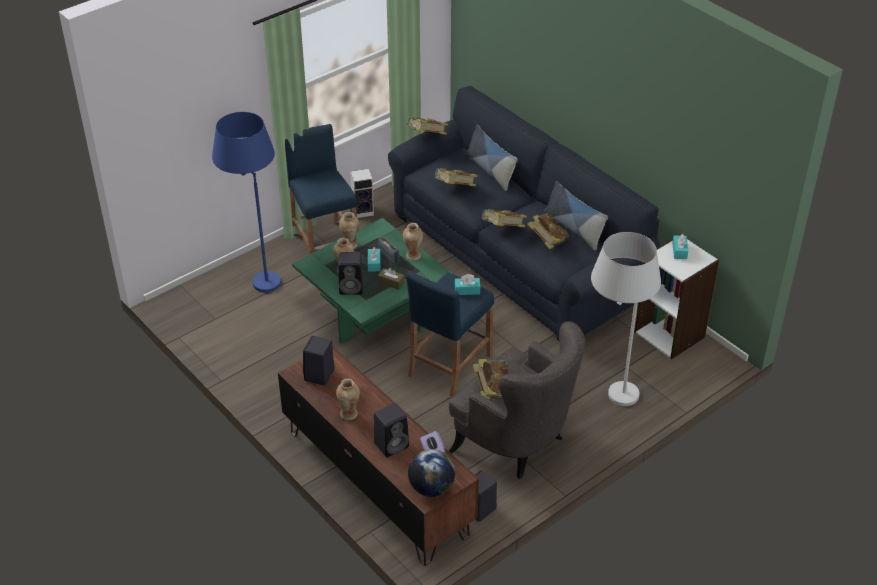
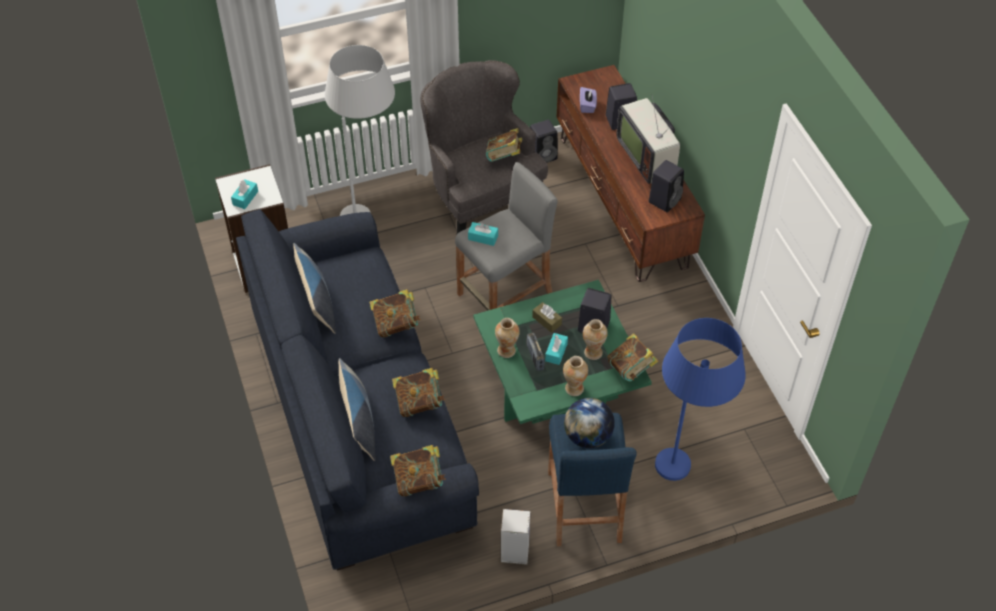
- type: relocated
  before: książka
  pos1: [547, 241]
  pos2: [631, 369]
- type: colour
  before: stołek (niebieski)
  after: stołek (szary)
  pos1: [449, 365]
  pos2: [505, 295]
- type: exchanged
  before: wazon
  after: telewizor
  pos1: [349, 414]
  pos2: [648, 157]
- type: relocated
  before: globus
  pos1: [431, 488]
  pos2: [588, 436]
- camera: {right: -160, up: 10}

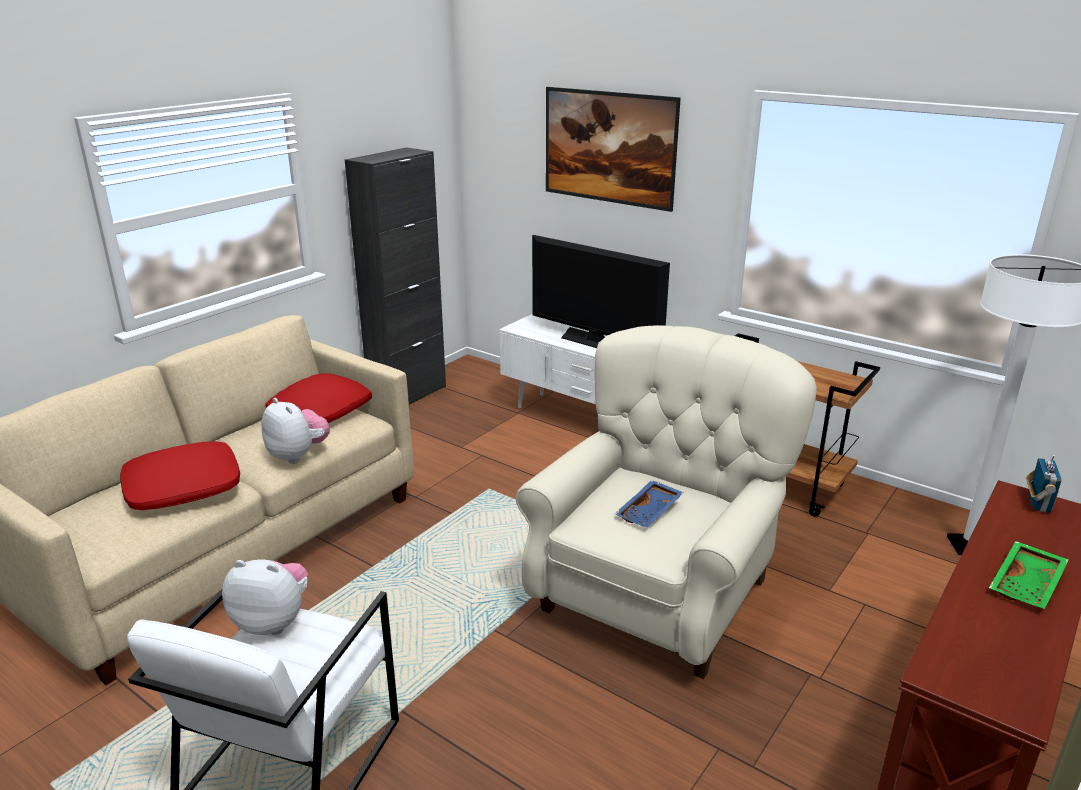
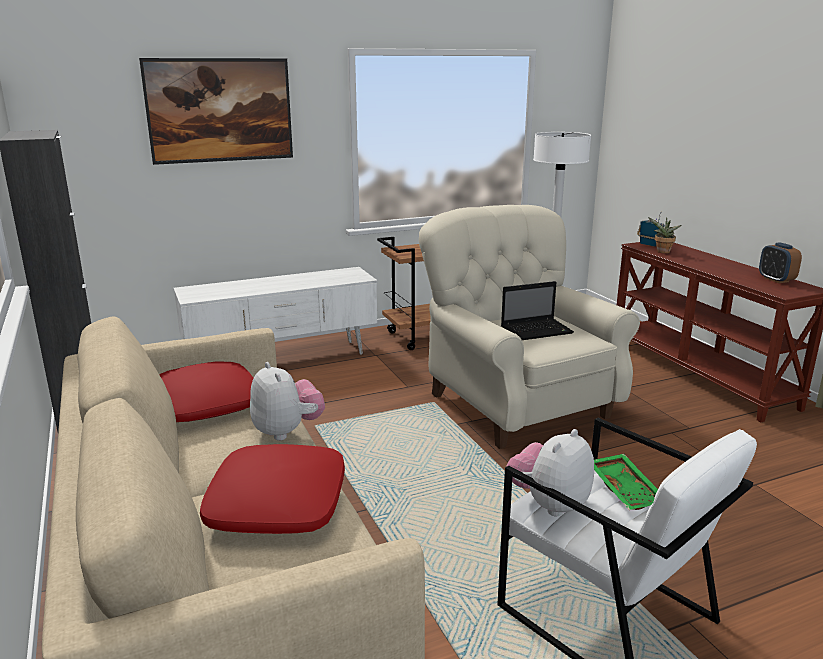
- type: missing
  before: telewizor
  pos1: [596, 341]
- type: spun
  before: pluszak
  pos1: [298, 455]
  pos2: [287, 431]
  turn: 75
- type: exchanged
  before: taca (niebieski)
  after: laptop
  pos1: [650, 512]
  pos2: [537, 330]
- type: relocated
  before: taca (zielony)
  pos1: [1028, 585]
  pos2: [626, 489]
- type: appeared
  after: roślina doniczkowa
  pos2: [662, 252]
- type: appeared
  after: budzik
  pos2: [776, 280]
- camera: {right: -60, up: -5}

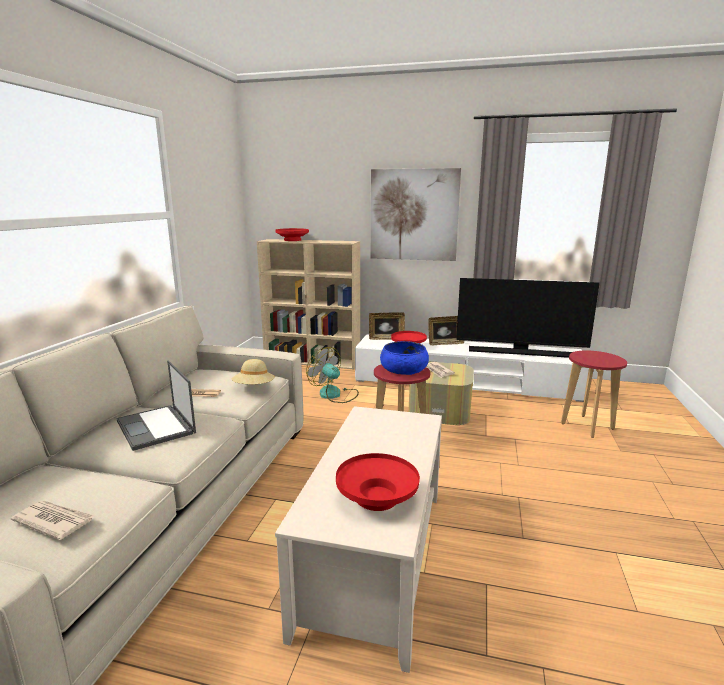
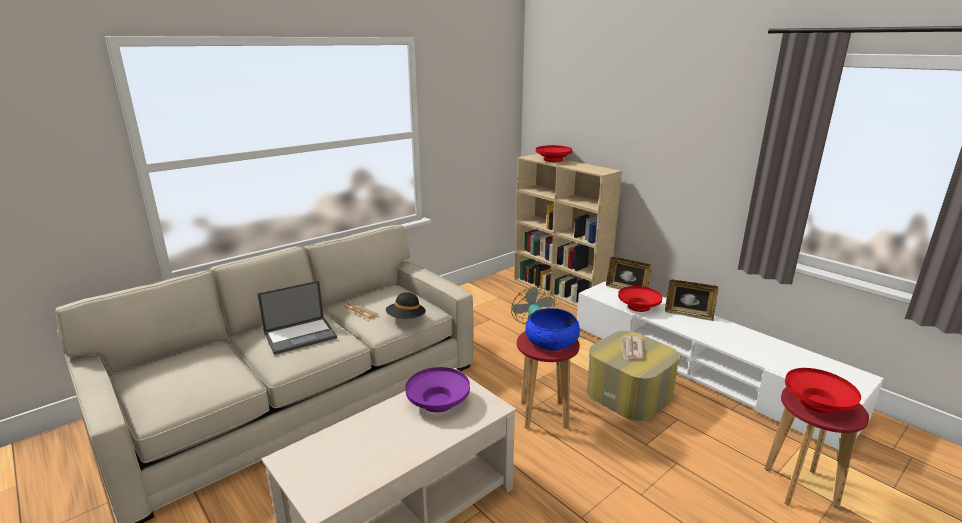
- type: missing
  before: obraz
  pos1: [414, 215]
- type: missing
  before: telewizor
  pos1: [520, 352]
- type: colour
  before: kapelusz (beżowy)
  after: kapelusz (czarny)
  pos1: [254, 388]
  pos2: [406, 319]
- type: spun
  before: laptop
  pos1: [156, 427]
  pos2: [301, 335]
  turn: -120
- type: relocated
  before: miska (czerwony)
  pos1: [377, 498]
  pos2: [817, 403]
- type: missing
  before: gazeta
  pos1: [54, 521]
- type: appeared
  after: miska (fioletowy)
  pos2: [438, 402]
- camera: {right: 35, up: 5}

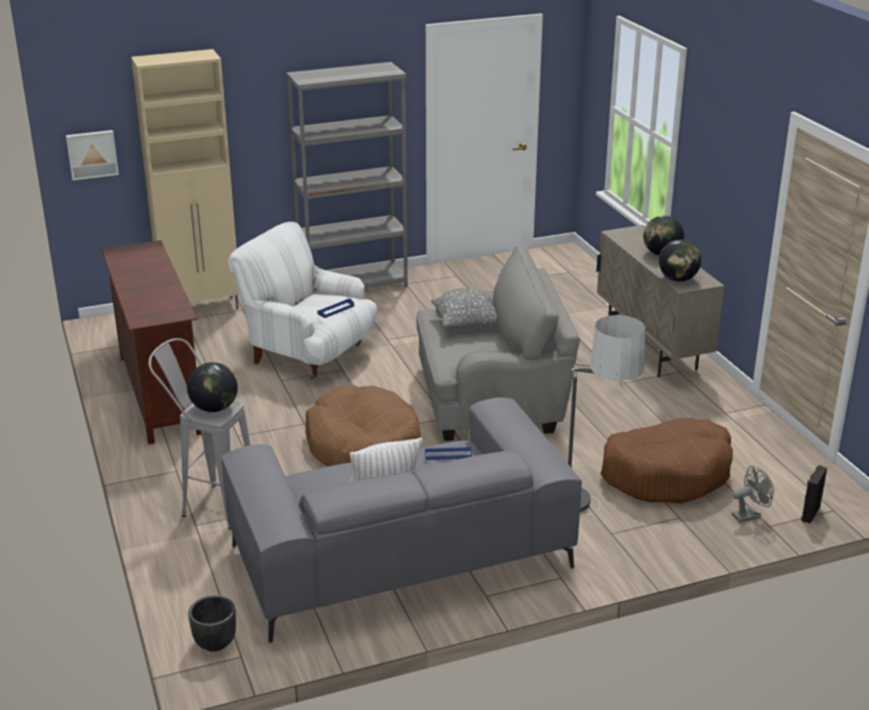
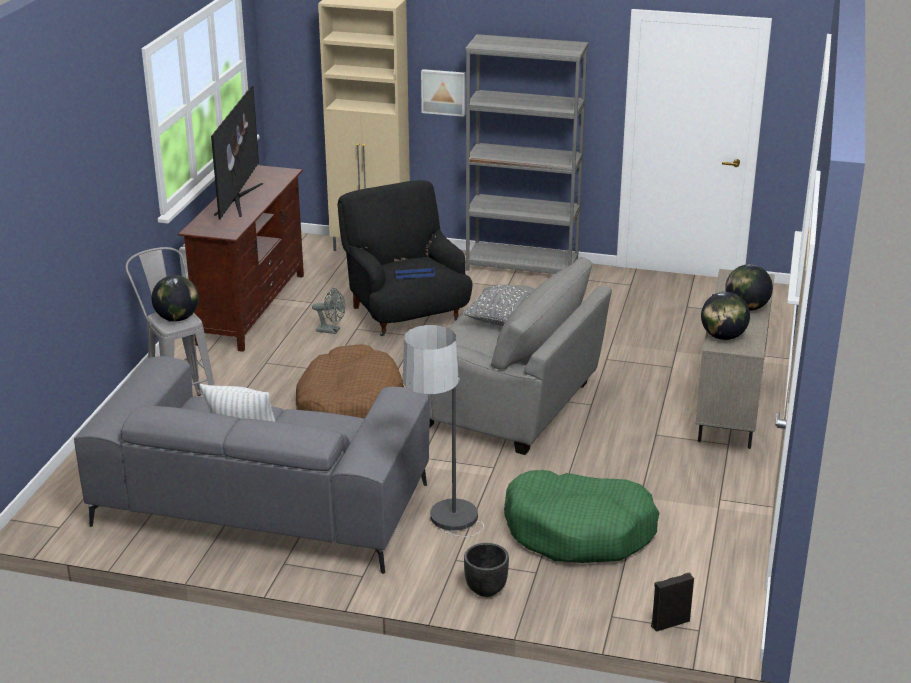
- type: relocated
  before: obraz
  pos1: [92, 154]
  pos2: [443, 92]
- type: colour
  before: fotel (biały)
  after: fotel (czarny)
  pos1: [308, 354]
  pos2: [405, 314]
- type: colour
  before: legowisko (brązowy)
  after: legowisko (zielony)
  pos1: [667, 474]
  pos2: [579, 531]
- type: missing
  before: taca (niebieski)
  pos1: [448, 455]
- type: relocated
  before: wentylator (szary)
  pos1: [749, 515]
  pos2: [331, 330]
- type: relocated
  before: donica (czarny)
  pos1: [215, 643]
  pos2: [485, 589]
- type: appeared
  after: telewizor
  pos2: [238, 199]
- camera: {right: 35, up: 0}

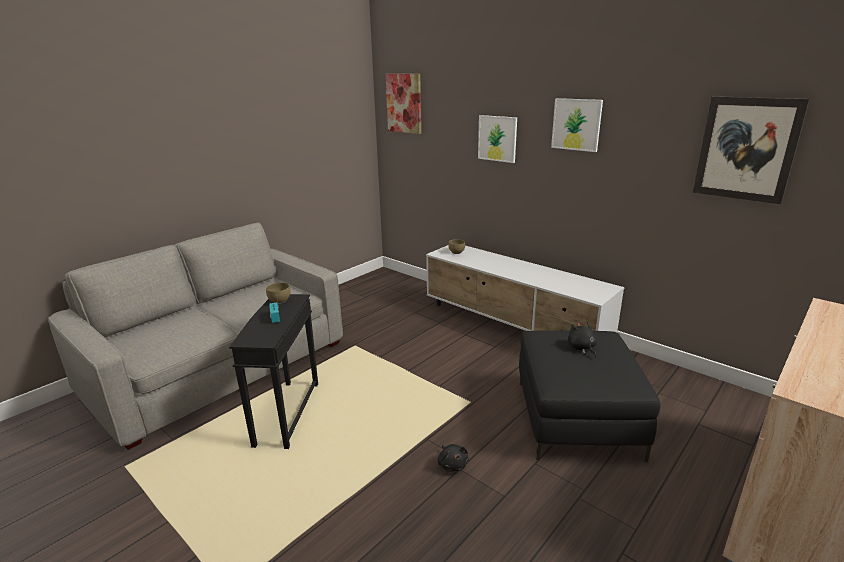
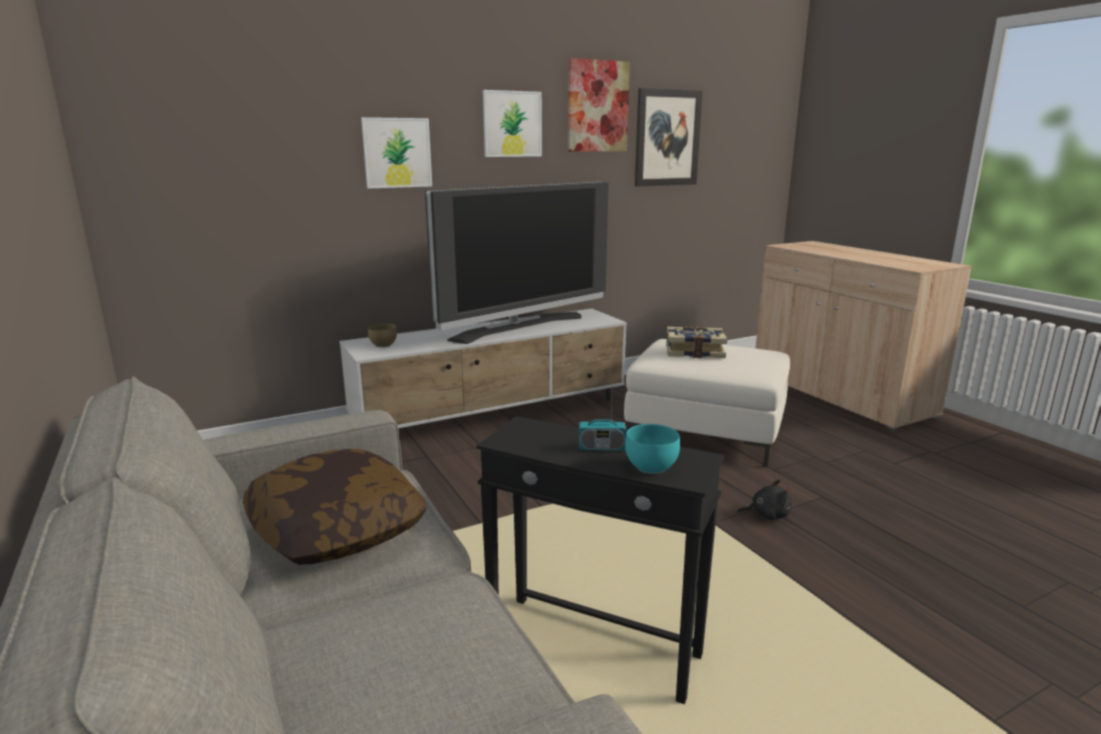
- type: relocated
  before: obraz
  pos1: [404, 103]
  pos2: [597, 106]
- type: missing
  before: miska (brązowy)
  pos1: [278, 301]
- type: exchanged
  before: pluszak (czarny)
  after: książka
  pos1: [582, 348]
  pos2: [694, 352]
- type: colour
  before: pufa (czarny)
  after: pufa (biały)
  pos1: [576, 419]
  pos2: [706, 432]
- type: appeared
  after: telewizor
  pos2: [519, 327]
- type: appeared
  after: miska (turkusowy)
  pos2: [651, 466]
- type: appeared
  after: poduszka
  pos2: [336, 530]
- camera: {right: -70, up: -5}

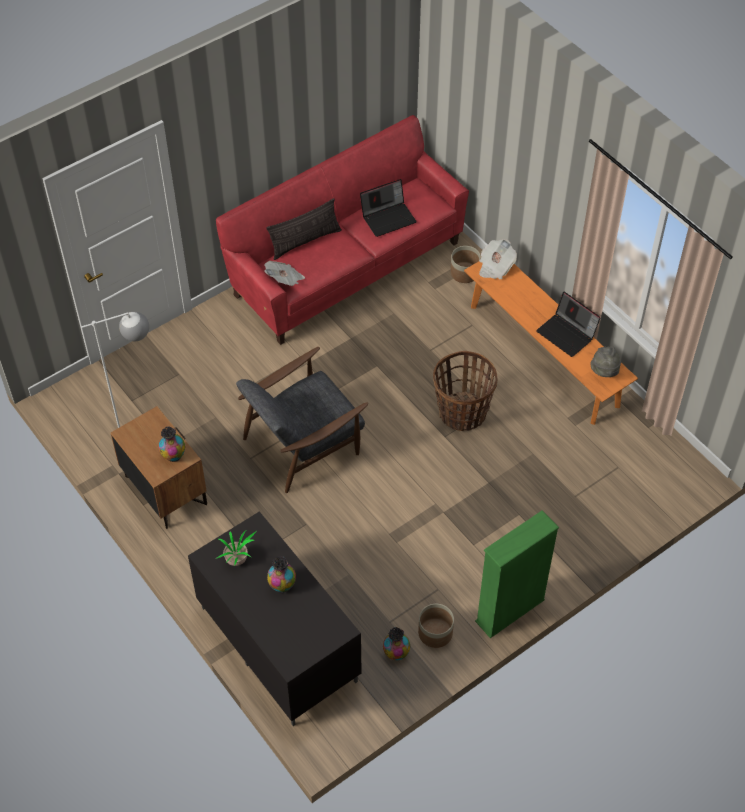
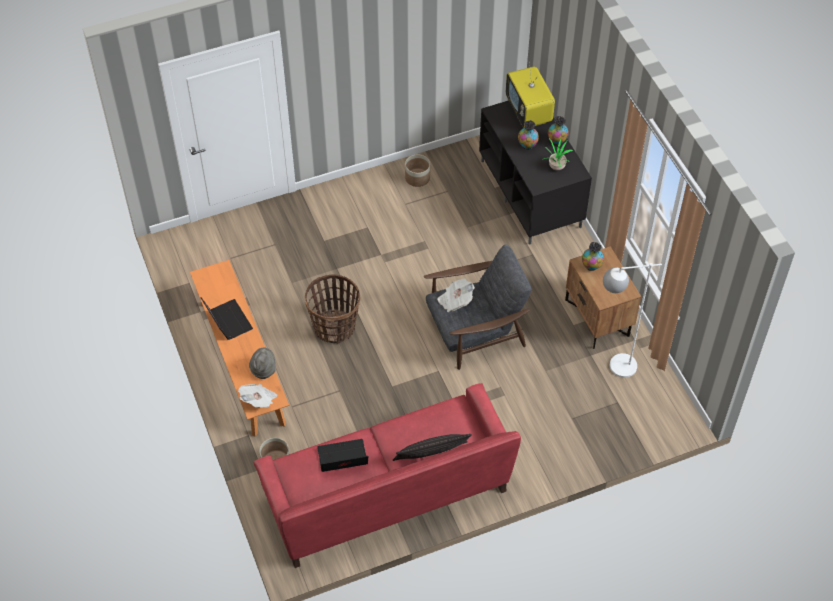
- type: relocated
  before: gazeta
  pos1: [285, 280]
  pos2: [455, 301]
- type: relocated
  before: kapelusz (szary)
  pos1: [604, 372]
  pos2: [263, 369]
- type: missing
  before: regał (zielony)
  pos1: [510, 611]
- type: relocated
  before: wazon
  pos1: [396, 653]
  pos2: [557, 141]
- type: appeared
  after: telewizor
  pos2: [528, 113]
- camera: {right: -165, up: 0}

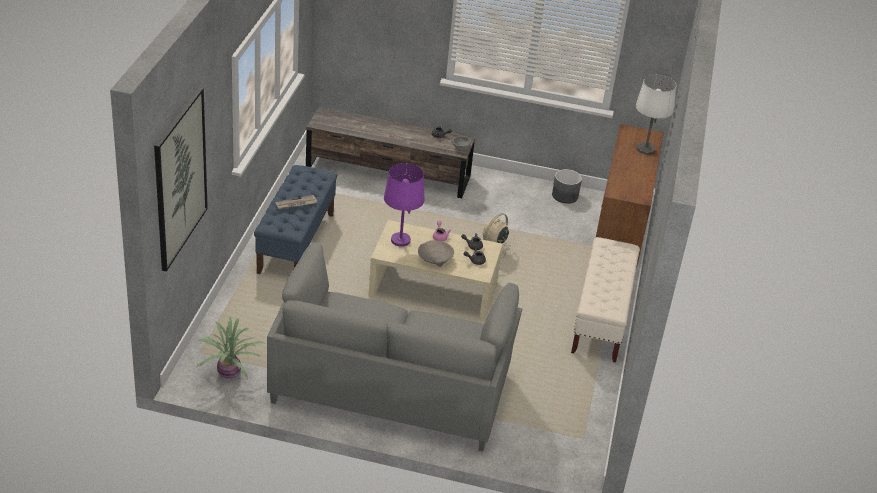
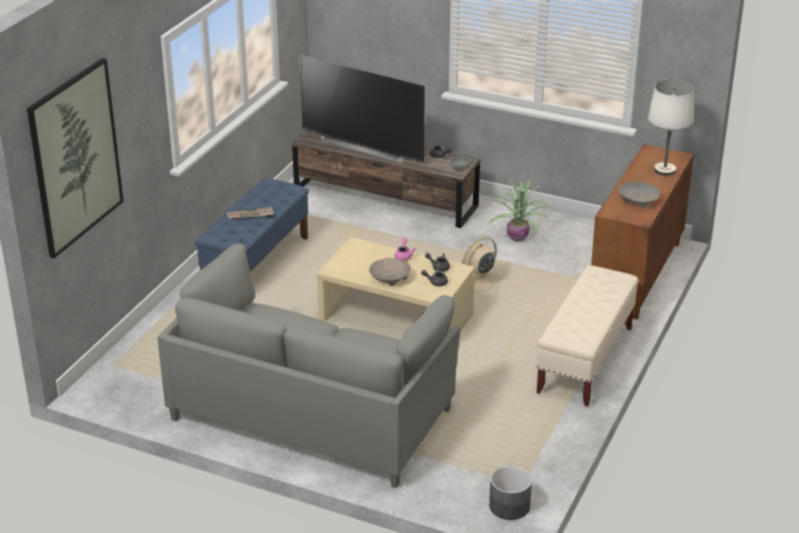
- type: missing
  before: lampa stołowa (fioletowy)
  pos1: [400, 240]
- type: relocated
  before: donica (szary)
  pos1: [565, 196]
  pos2: [509, 506]
- type: relocated
  before: roślina doniczkowa
  pos1: [229, 375]
  pos2: [517, 238]
- type: appeared
  after: telewizor
  pos2: [365, 145]
- type: appeared
  after: miska (beżowy)
  pos2: [638, 200]
- camera: {right: 15, up: -5}

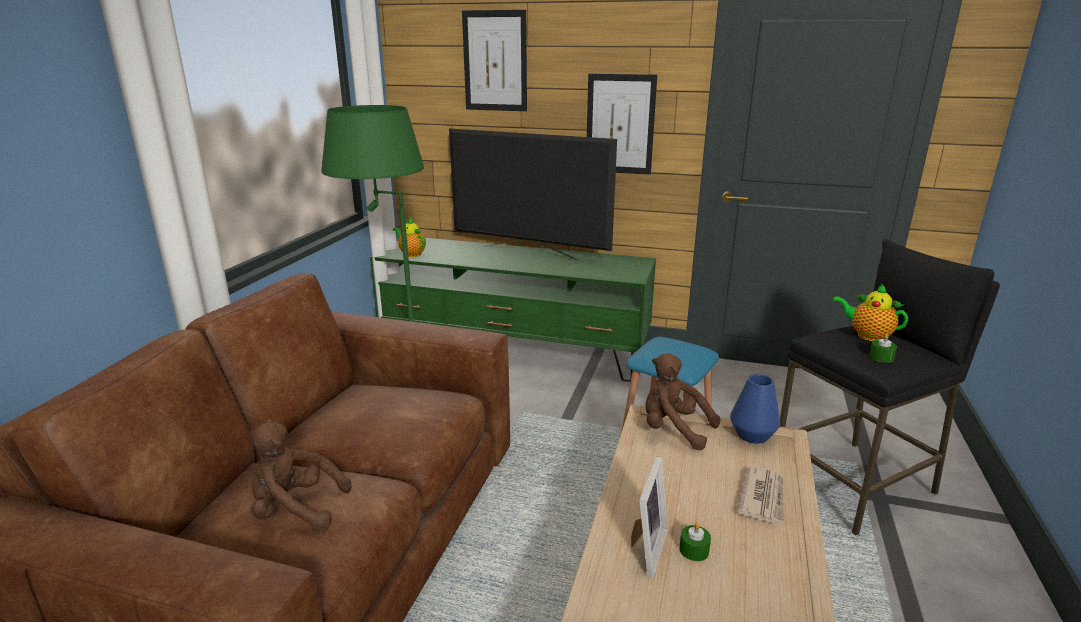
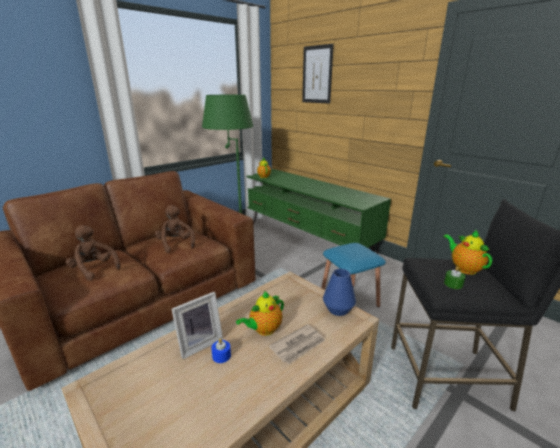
- type: missing
  before: obraz
  pos1: [620, 124]
- type: missing
  before: telewizor
  pos1: [529, 252]
- type: relocated
  before: pluszak (brązowy)
  pos1: [673, 430]
  pos2: [176, 244]
- type: colour
  before: świeca (zielony)
  after: świeca (niebieski)
  pos1: [694, 550]
  pos2: [221, 356]
- type: appeared
  after: imbryk
  pos2: [264, 330]
- camera: {right: 30, up: 0}

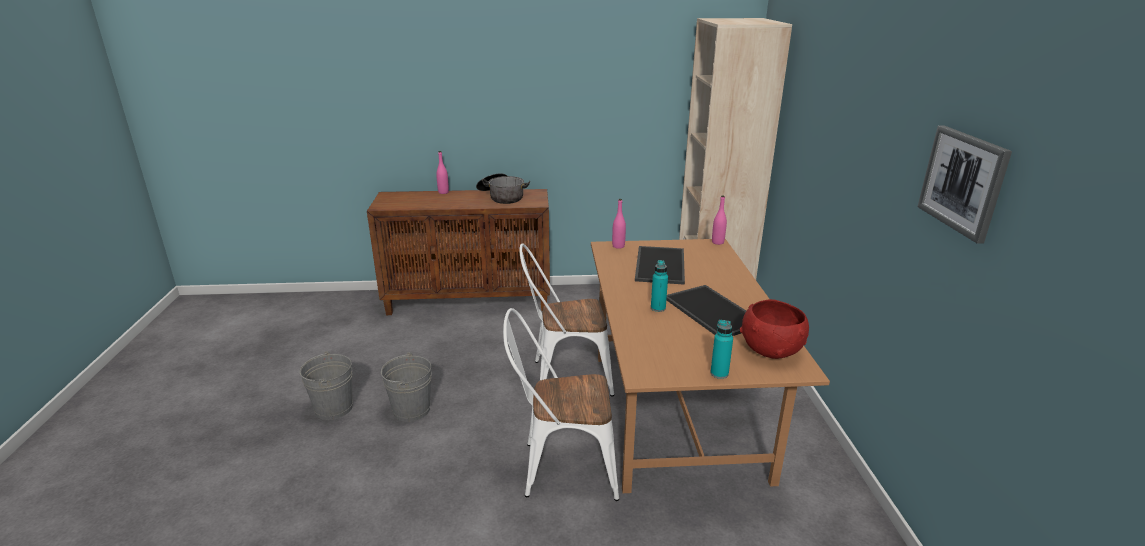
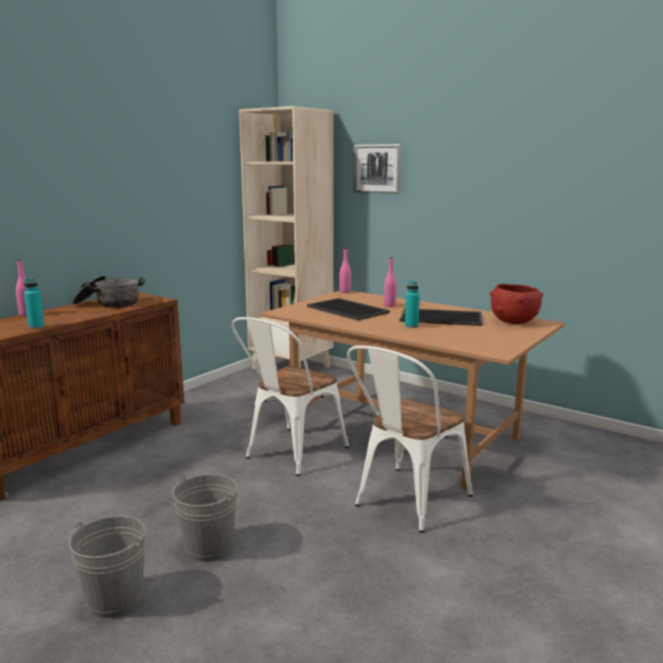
- type: relocated
  before: obraz
  pos1: [963, 181]
  pos2: [378, 168]
- type: relocated
  before: butelka (różowy)
  pos1: [618, 246]
  pos2: [389, 305]
- type: relocated
  before: butelka (turkusowy)
  pos1: [719, 373]
  pos2: [36, 327]
- camera: {right: -50, up: -10}

